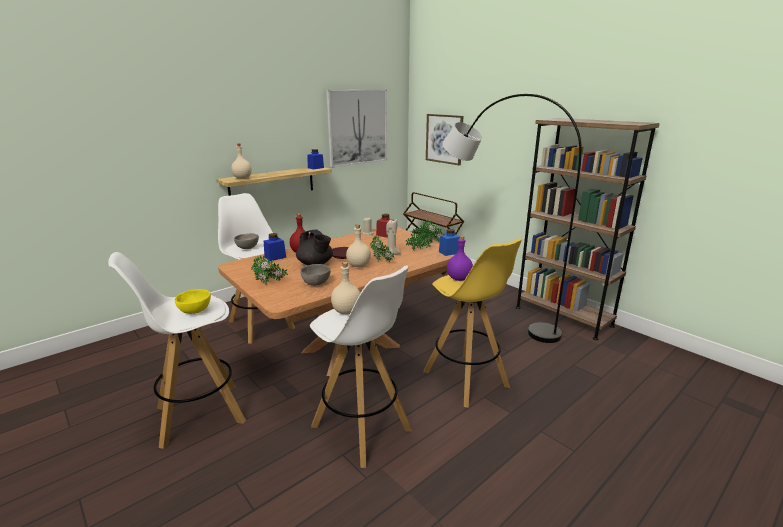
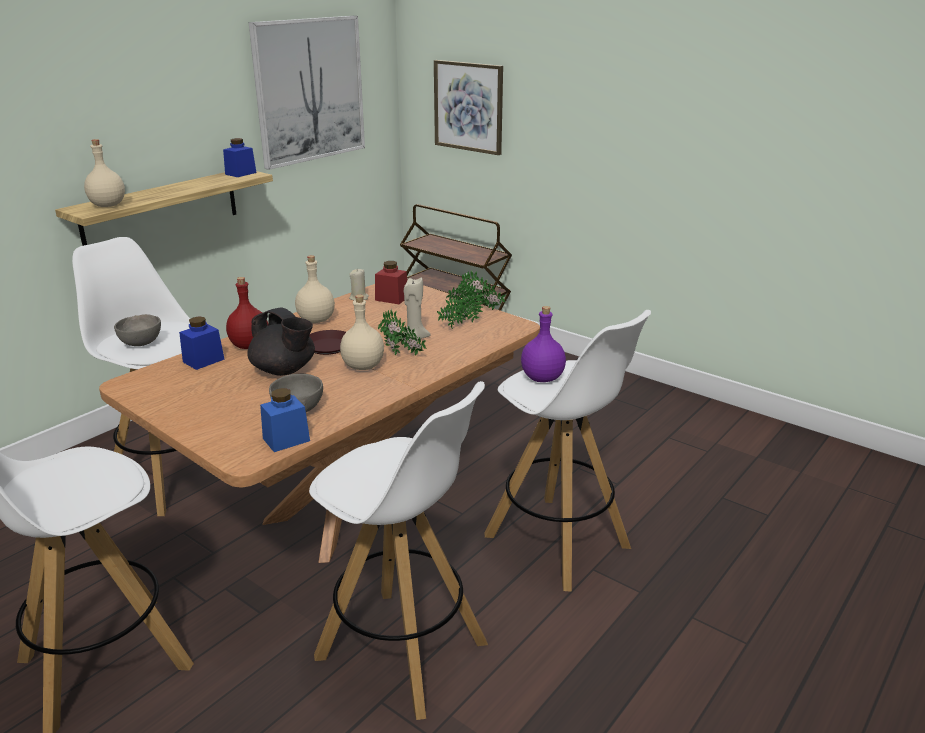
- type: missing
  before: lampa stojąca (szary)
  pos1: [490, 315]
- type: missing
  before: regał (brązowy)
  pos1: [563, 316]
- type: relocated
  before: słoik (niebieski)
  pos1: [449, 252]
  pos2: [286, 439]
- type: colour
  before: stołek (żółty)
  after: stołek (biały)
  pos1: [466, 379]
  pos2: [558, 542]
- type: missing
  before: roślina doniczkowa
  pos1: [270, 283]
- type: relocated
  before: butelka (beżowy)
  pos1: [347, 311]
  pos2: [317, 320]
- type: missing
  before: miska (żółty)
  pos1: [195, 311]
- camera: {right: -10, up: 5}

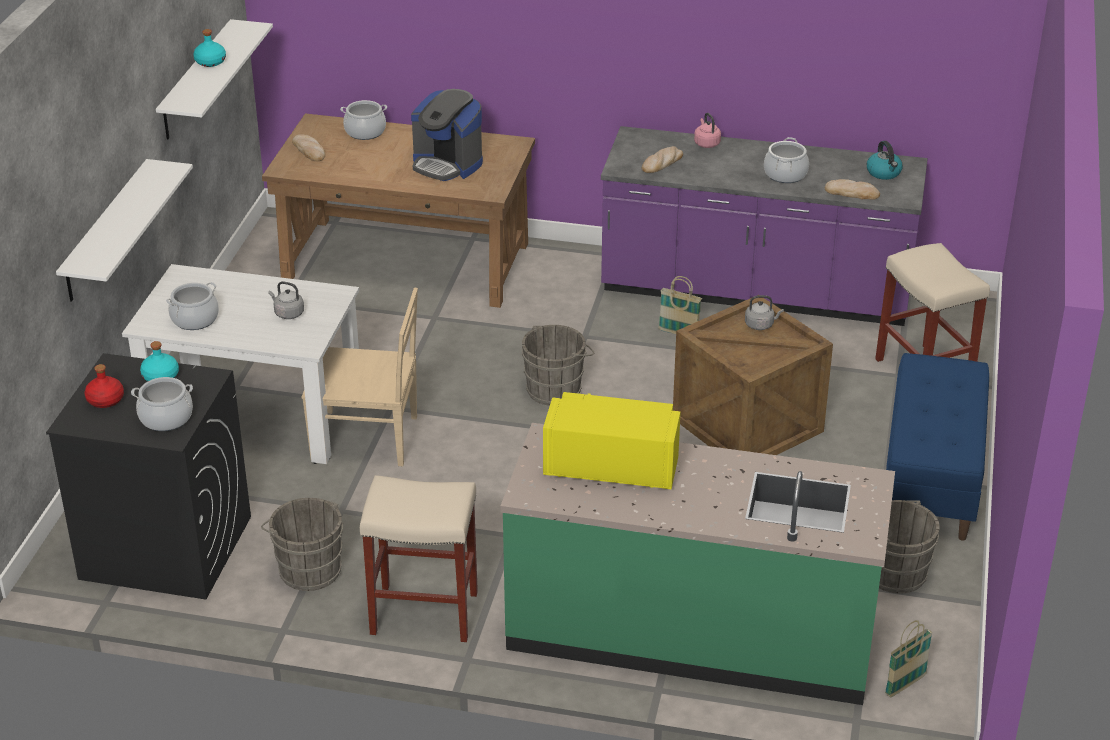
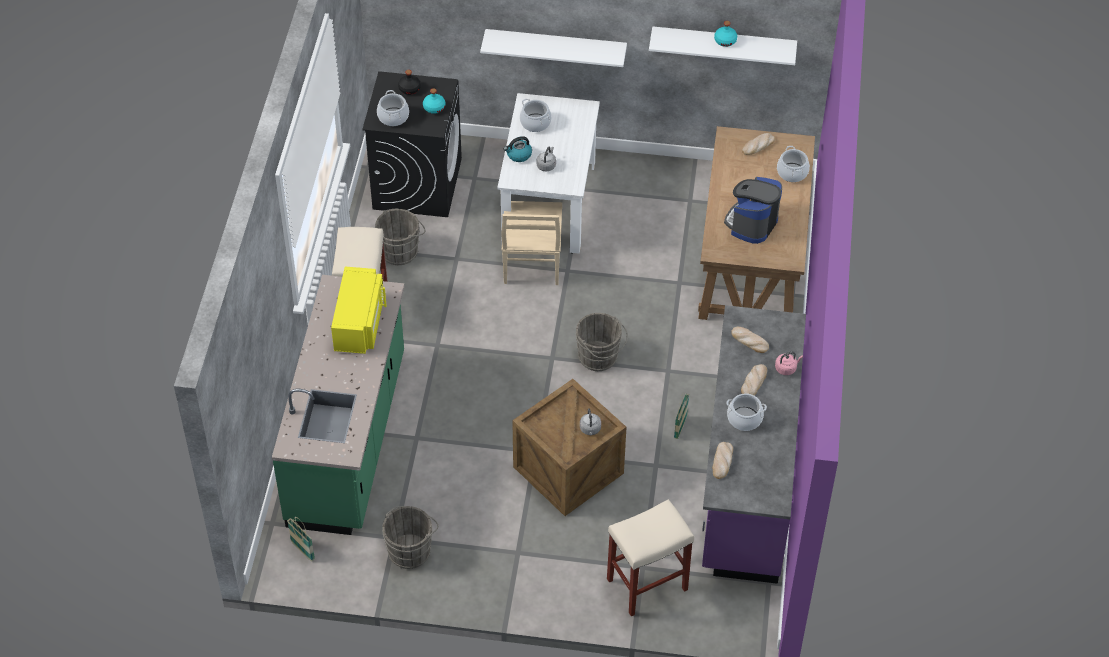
- type: relocated
  before: czajnik
  pos1: [884, 173]
  pos2: [518, 155]
- type: missing
  before: ławka (niebieski)
  pos1: [931, 479]
- type: colour
  before: butelka (czerwony)
  after: butelka (czarny)
  pos1: [106, 400]
  pos2: [409, 89]
- type: appeared
  after: chleb
  pos2: [754, 381]
- camera: {right: 85, up: 15}

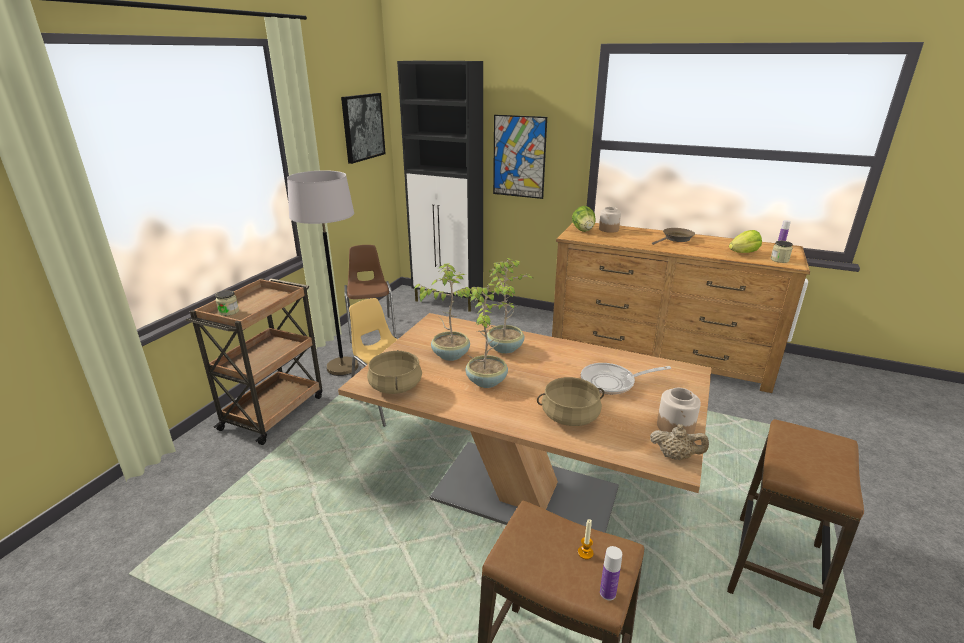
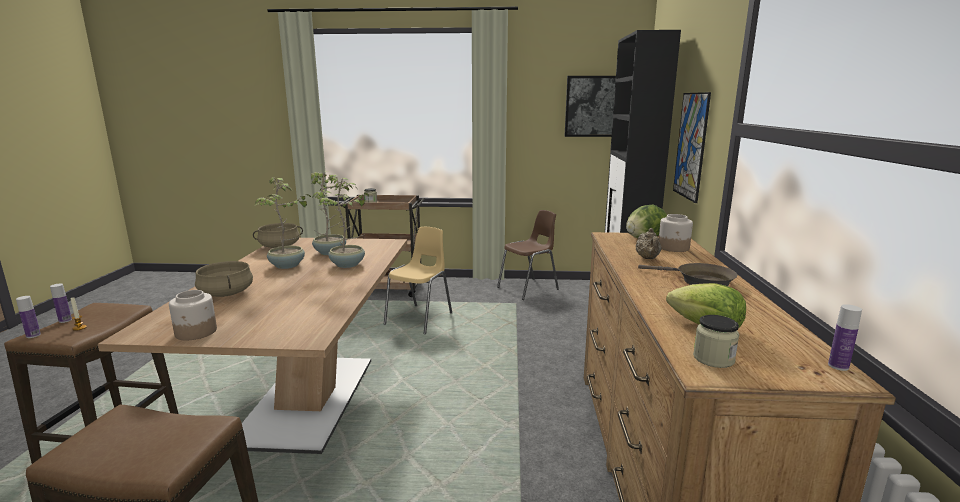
- type: missing
  before: lampa stojąca (szary)
  pos1: [342, 367]
- type: missing
  before: patelnia
  pos1: [612, 382]
- type: relocated
  before: imbryk (beżowy)
  pos1: [675, 456]
  pos2: [647, 258]
- type: appeared
  after: butelka
  pos2: [65, 320]
- camera: {right: 70, up: -10}

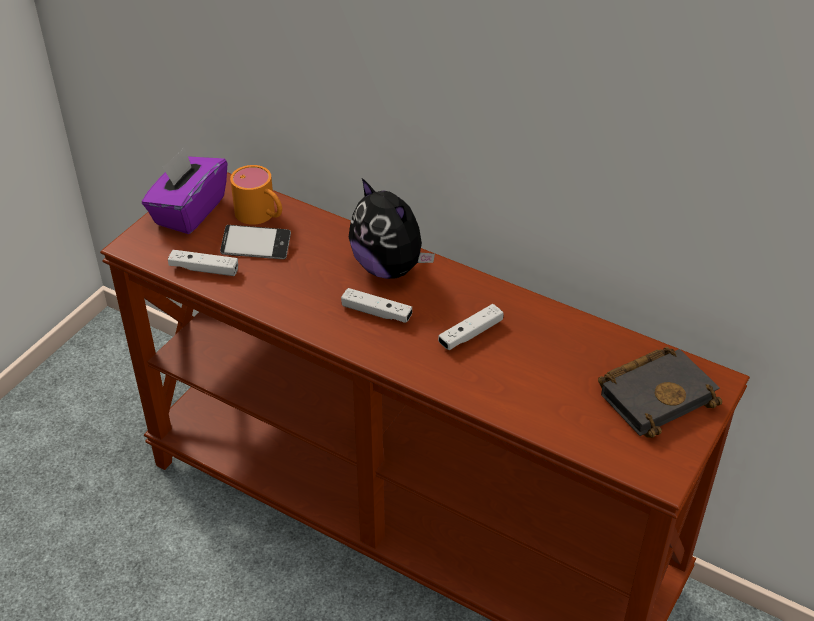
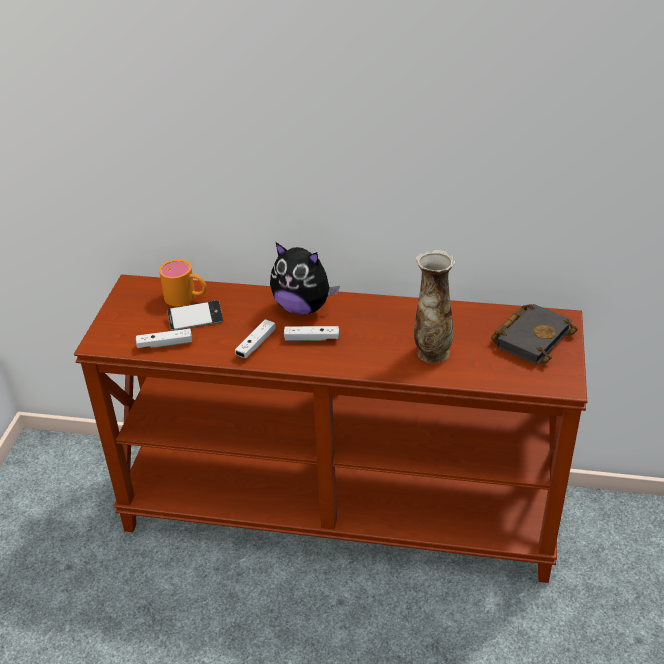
- type: missing
  before: pudełko chusteczek (fioletowy)
  pos1: [189, 211]
- type: relocated
  before: pad do gier (biały)
  pos1: [470, 334]
  pos2: [256, 344]
- type: appeared
  after: wazon
  pos2: [432, 352]
- camera: {right: -20, up: -5}

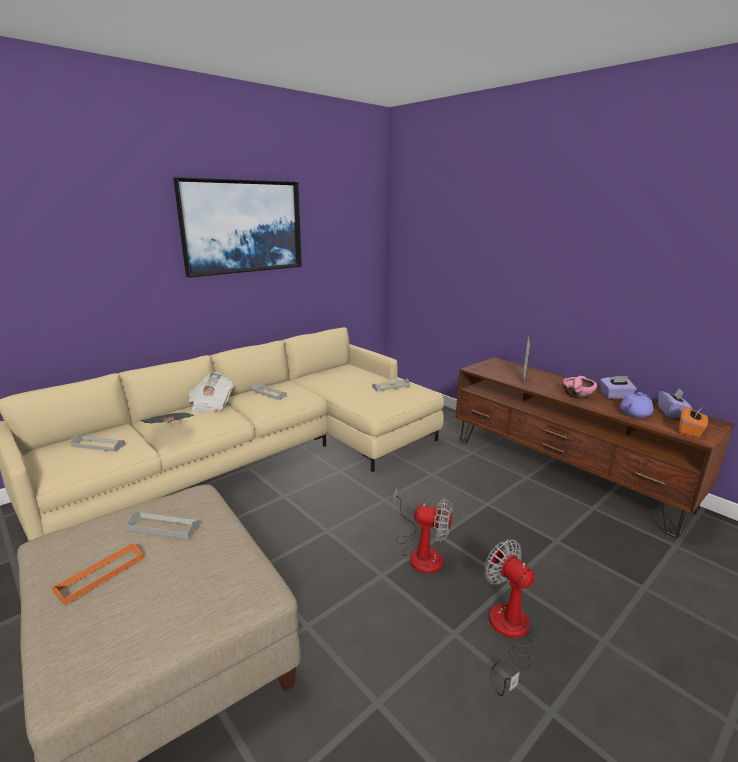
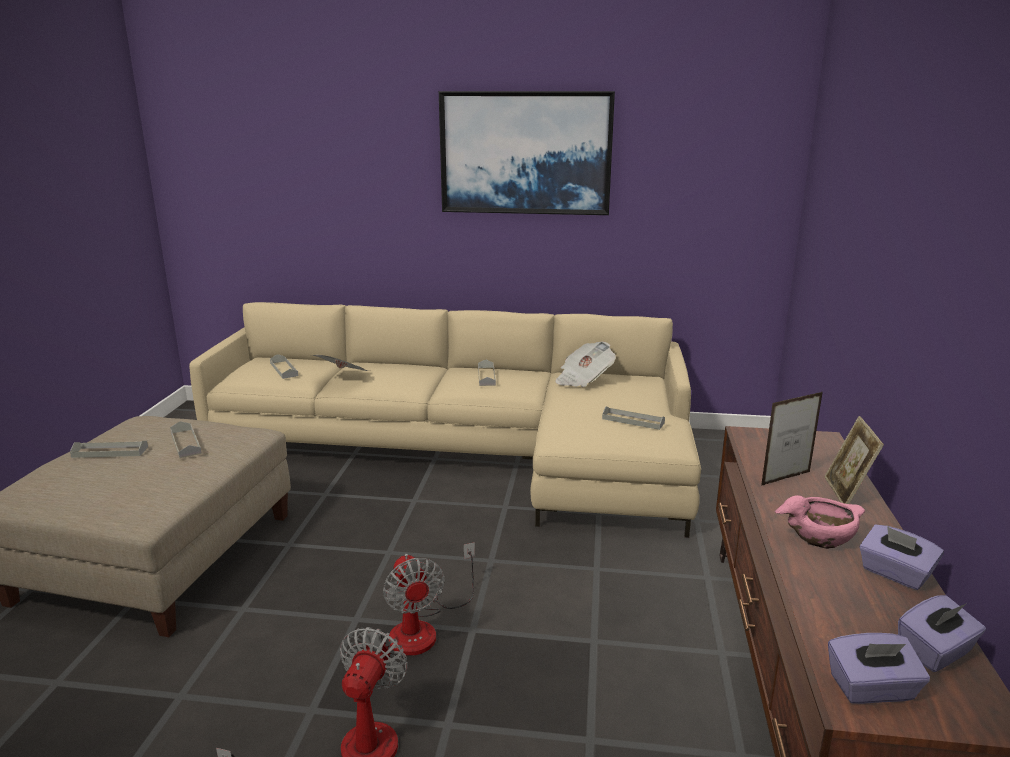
- type: relocated
  before: gazeta
  pos1: [210, 405]
  pos2: [583, 379]
- type: missing
  before: imbryk (fioletowy)
  pos1: [634, 414]
- type: colour
  before: pudełko chusteczek (pomarańczowy)
  after: pudełko chusteczek (fioletowy)
  pos1: [690, 431]
  pos2: [872, 689]
- type: colour
  before: taca (pomarańczowy)
  after: taca (szary)
  pos1: [100, 575]
  pos2: [110, 452]
- type: appeared
  after: ramka na zdjęcie
  pos2: [846, 493]
- camera: {right: 50, up: 0}

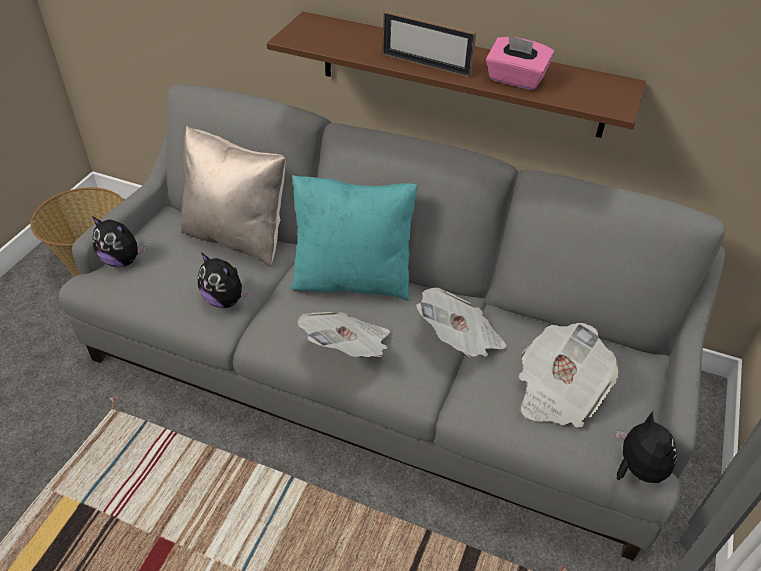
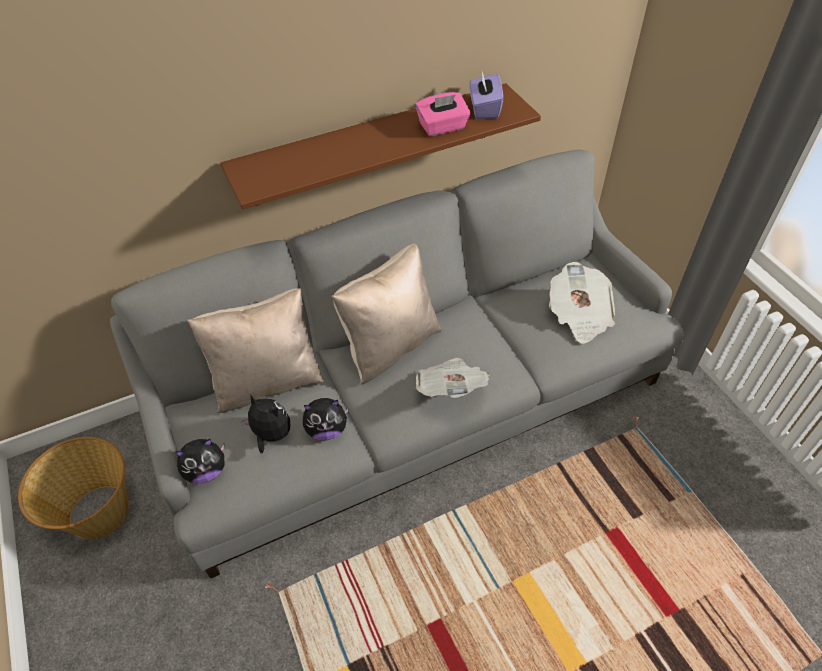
- type: missing
  before: ramka na zdjęcie
  pos1: [425, 65]
- type: colour
  before: poduszka (turkusowy)
  after: poduszka (beżowy)
  pos1: [352, 279]
  pos2: [390, 345]
- type: missing
  before: gazeta
  pos1: [460, 339]
- type: relocated
  before: pluszak
  pos1: [636, 469]
  pos2: [271, 435]
- type: appeared
  after: pudełko chusteczek (fioletowy)
  pos2: [484, 109]
- camera: {right: -45, up: 5}

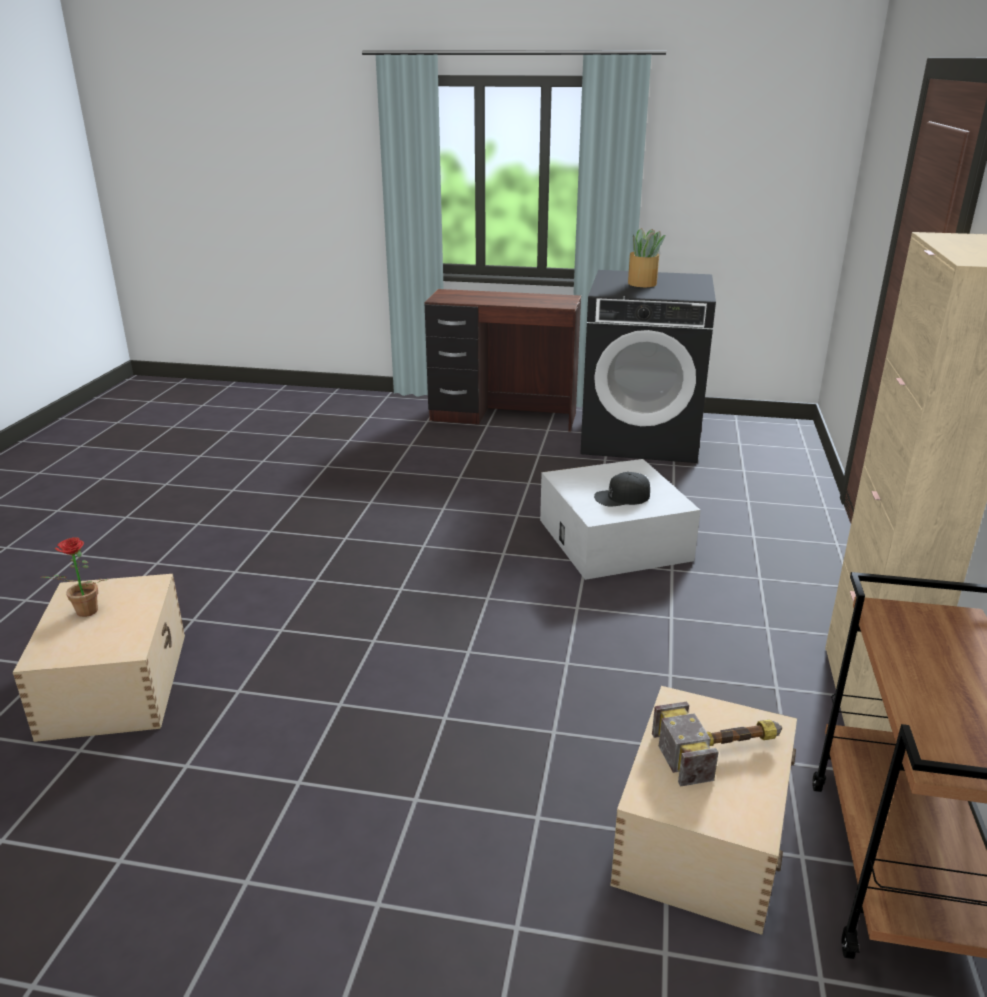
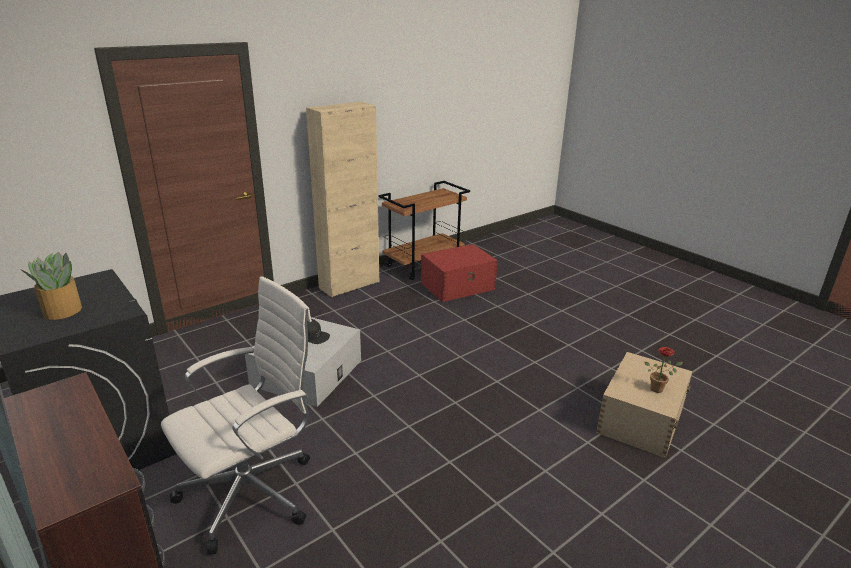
- type: colour
  before: pojemnik do przechowywania (beżowy)
  after: pojemnik do przechowywania (czerwony)
  pos1: [700, 836]
  pos2: [458, 286]
- type: missing
  before: młotek
  pos1: [722, 750]
- type: appeared
  after: krzesło biurowe (biały)
  pos2: [252, 492]
- camera: {right: -140, up: 0}

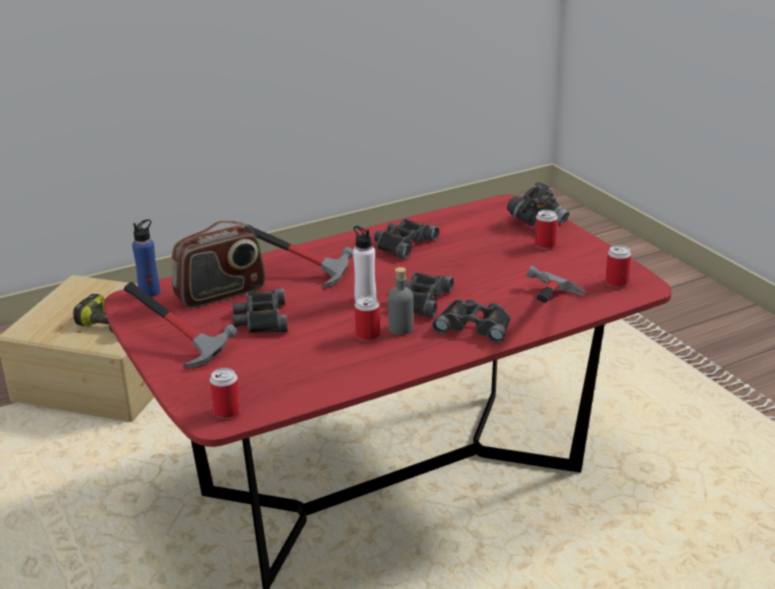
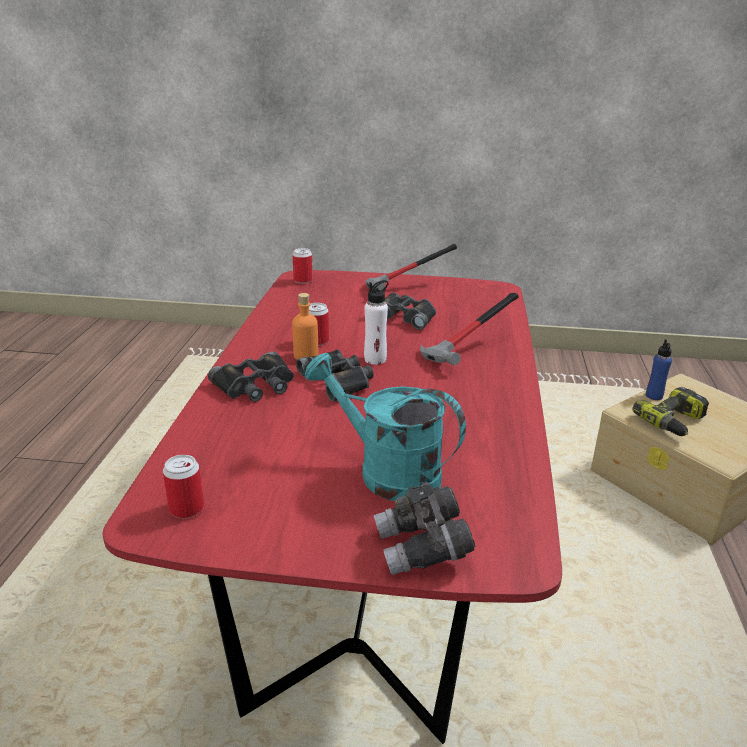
- type: missing
  before: puszka
  pos1: [545, 245]
- type: relocated
  before: butelka (niebieski)
  pos1: [150, 292]
  pos2: [654, 396]
- type: missing
  before: lornetka (czarny)
  pos1: [403, 244]
- type: missing
  before: radio
  pos1: [220, 294]
- type: missing
  before: młotek
  pos1: [545, 308]
- type: colour
  before: butelka (szary)
  after: butelka (pomarańczowy)
  pos1: [401, 328]
  pos2: [306, 356]
- type: appeared
  after: konewka (turkusowy)
  pos2: [386, 471]
- camera: {right: 125, up: 0}

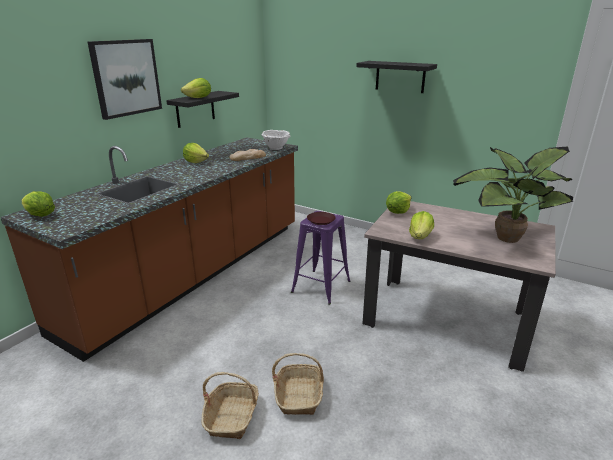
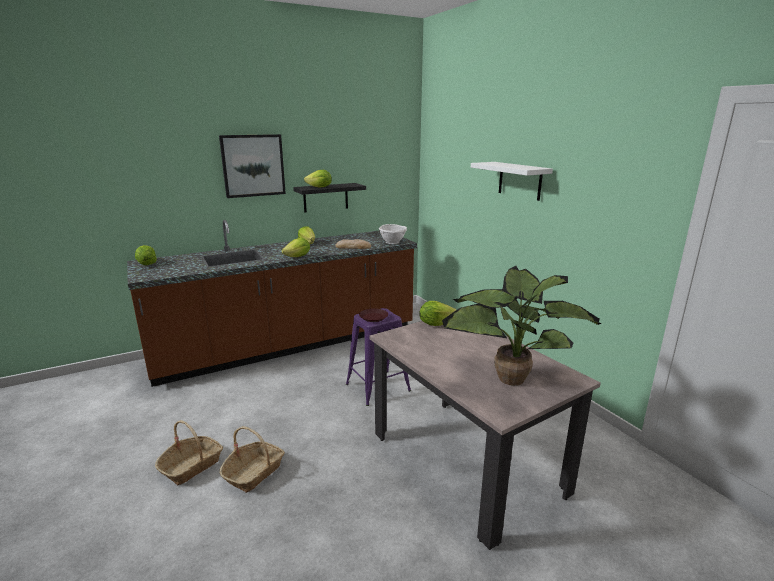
- type: colour
  before: półka (czarny)
  after: półka (biały)
  pos1: [400, 76]
  pos2: [520, 180]
- type: relocated
  before: sałata
  pos1: [420, 236]
  pos2: [298, 257]
- camera: {right: 30, up: -5}

